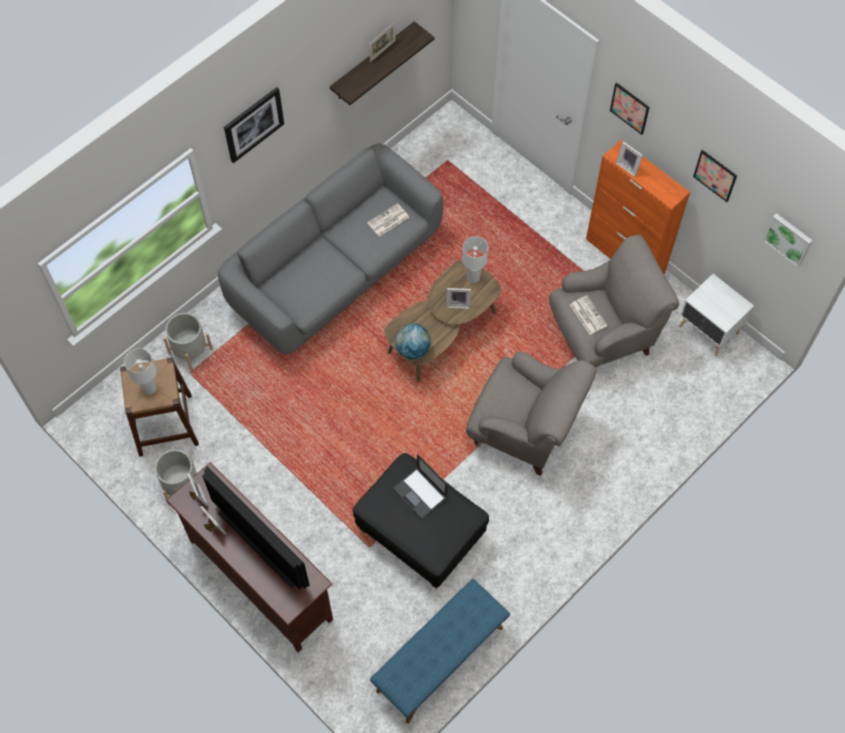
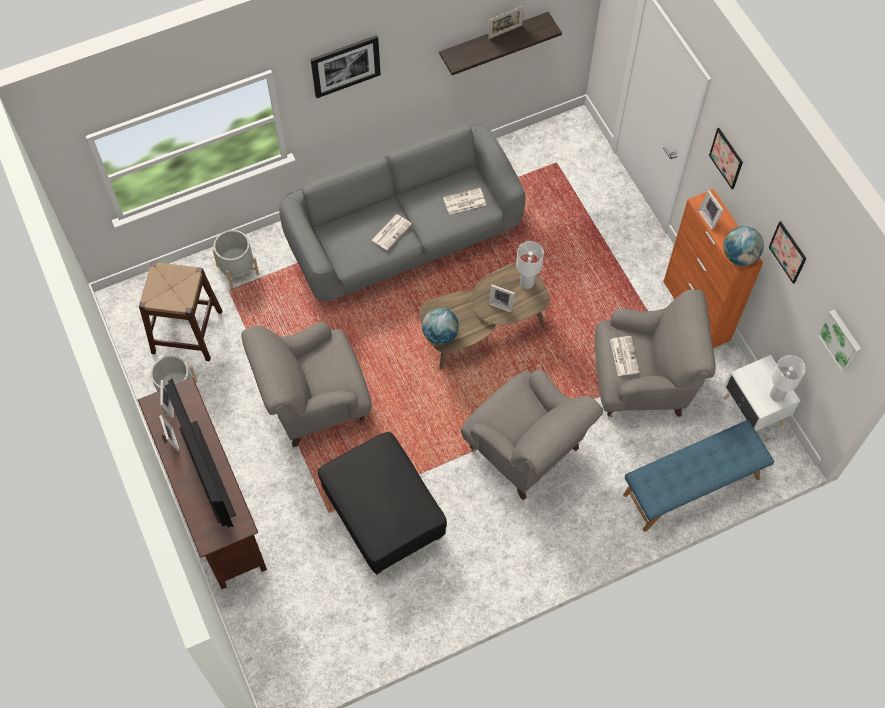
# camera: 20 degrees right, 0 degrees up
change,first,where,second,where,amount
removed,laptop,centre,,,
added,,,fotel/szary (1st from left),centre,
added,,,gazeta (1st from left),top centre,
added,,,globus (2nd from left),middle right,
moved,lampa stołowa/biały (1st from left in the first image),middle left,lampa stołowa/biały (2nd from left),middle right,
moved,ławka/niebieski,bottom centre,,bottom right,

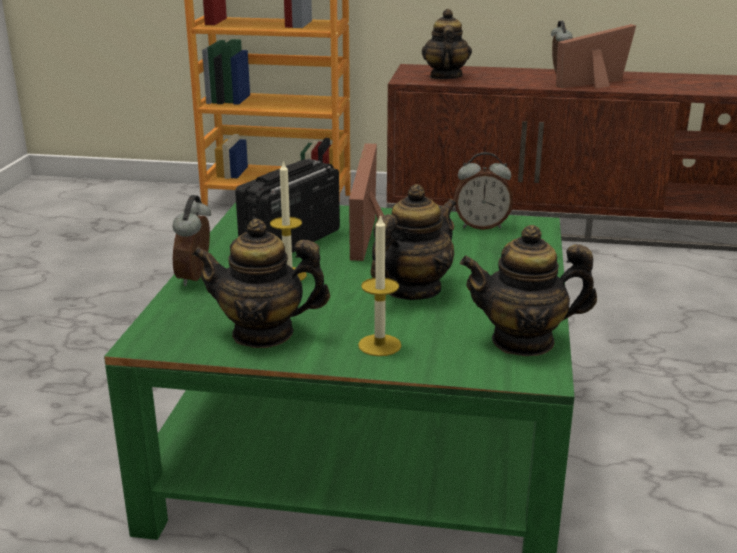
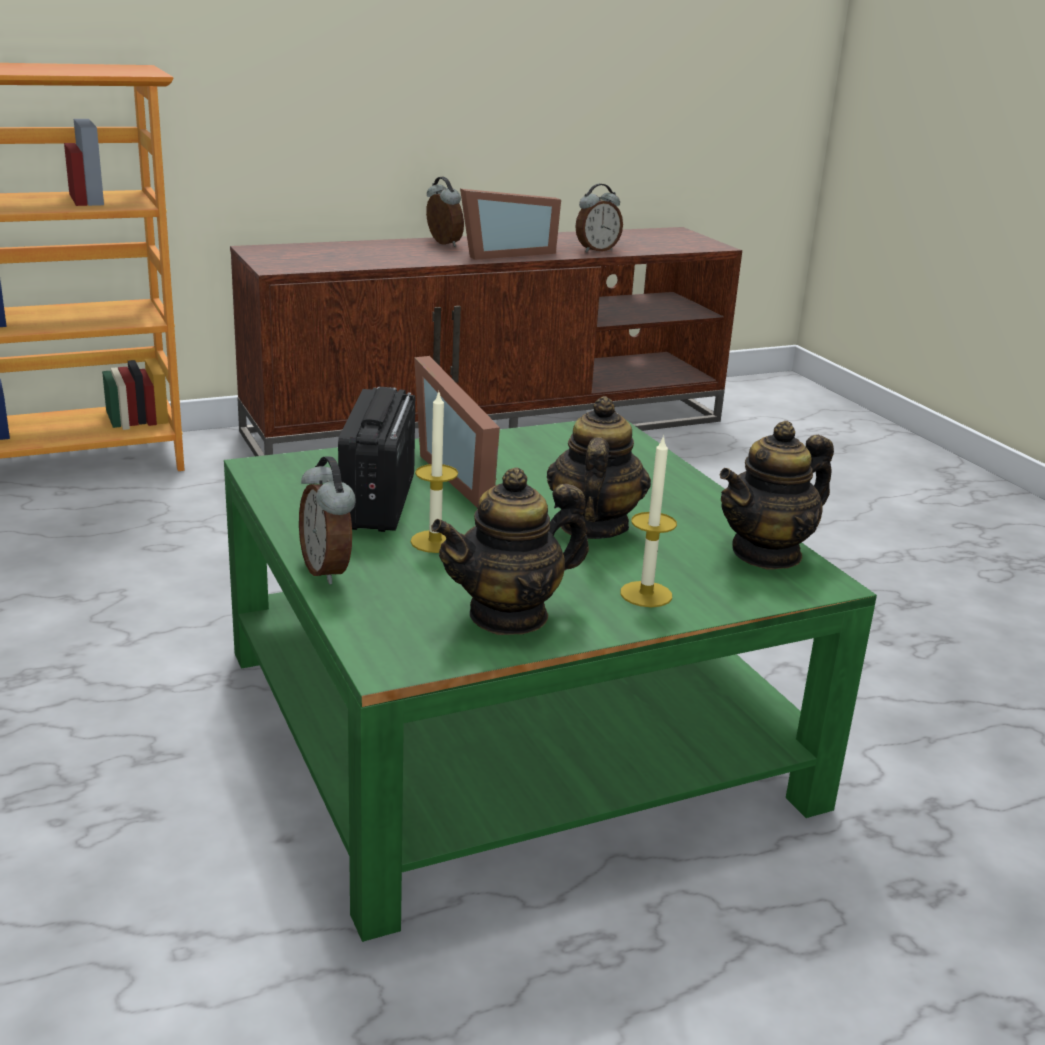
# camera: 35 degrees left, 0 degrees up
change,first,where,second,where,amount
removed,imbryk (3rd from left),top centre,,,
moved,budzik (2nd from left in the first image),centre,budzik (3rd from left),top centre,
turned,ramka na zdjęcie (2nd from left),top right,,top centre,150 degrees counterclockwise

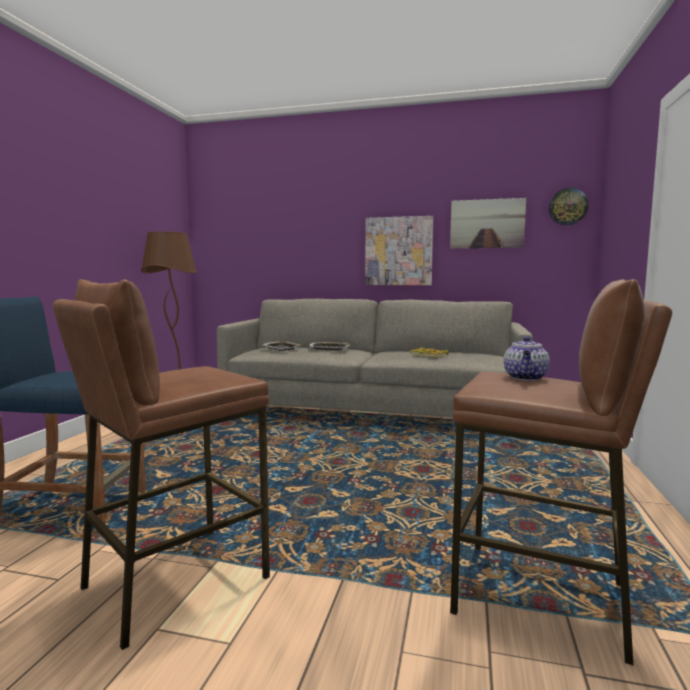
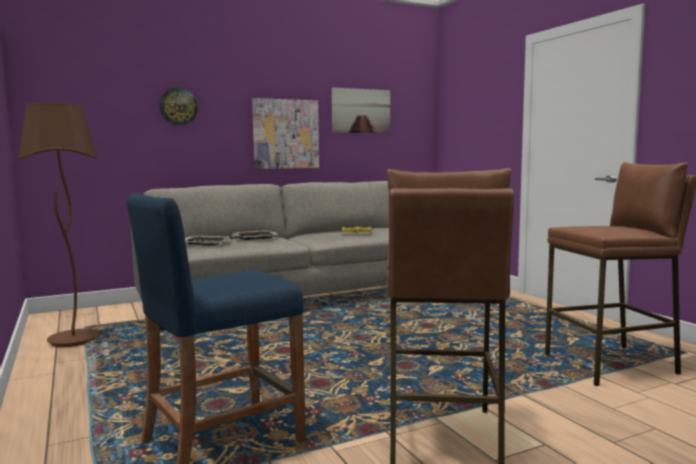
# camera: 40 degrees left, 0 degrees up
change,first,where,second,where,amount
removed,imbryk,middle right,,,
moved,zegar ścienny,top right,,top left,

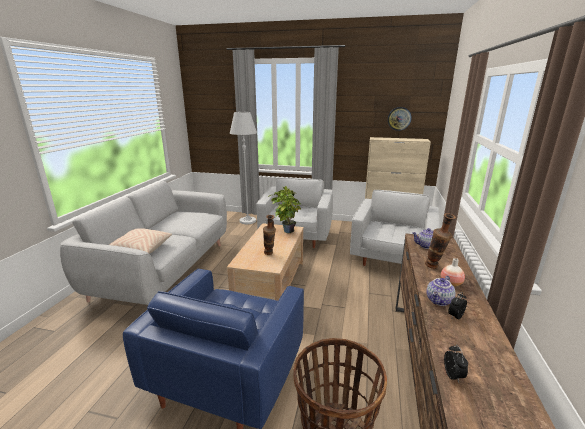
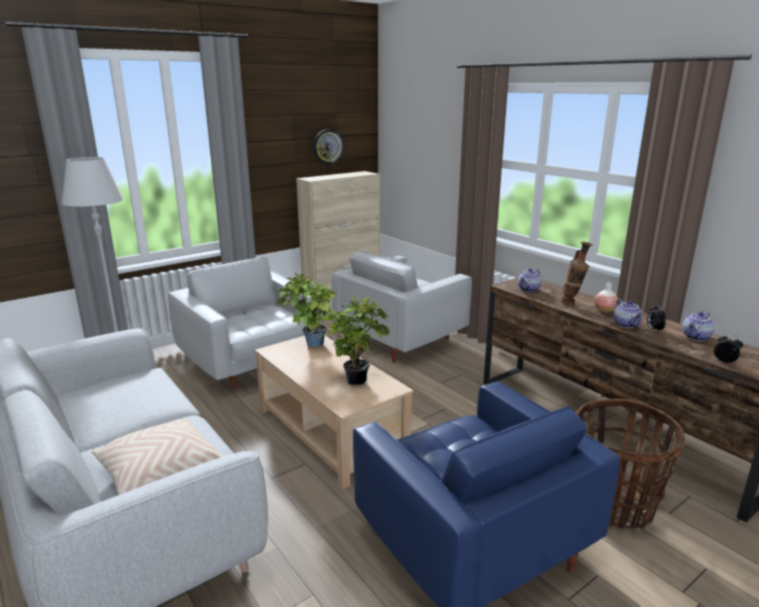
# camera: 50 degrees left, 0 degrees up
change,first,where,second,where,amount
added,,,imbryk (3rd from left),middle right,
replaced,wazon (1st from left),centre,roślina doniczkowa (2nd from left),centre,
turned,fotel/biały (2nd from left),middle right,,centre,105 degrees counterclockwise

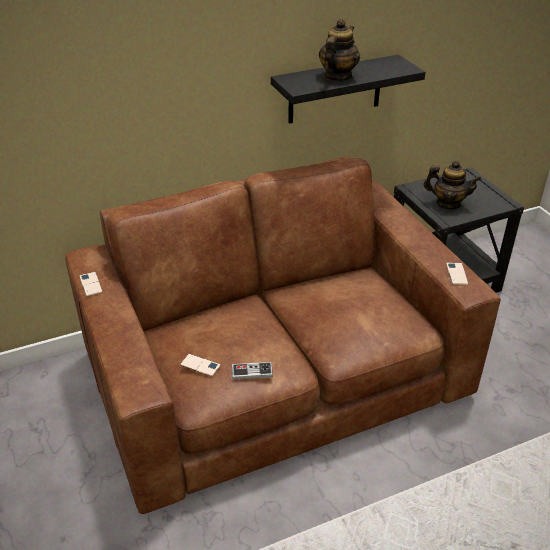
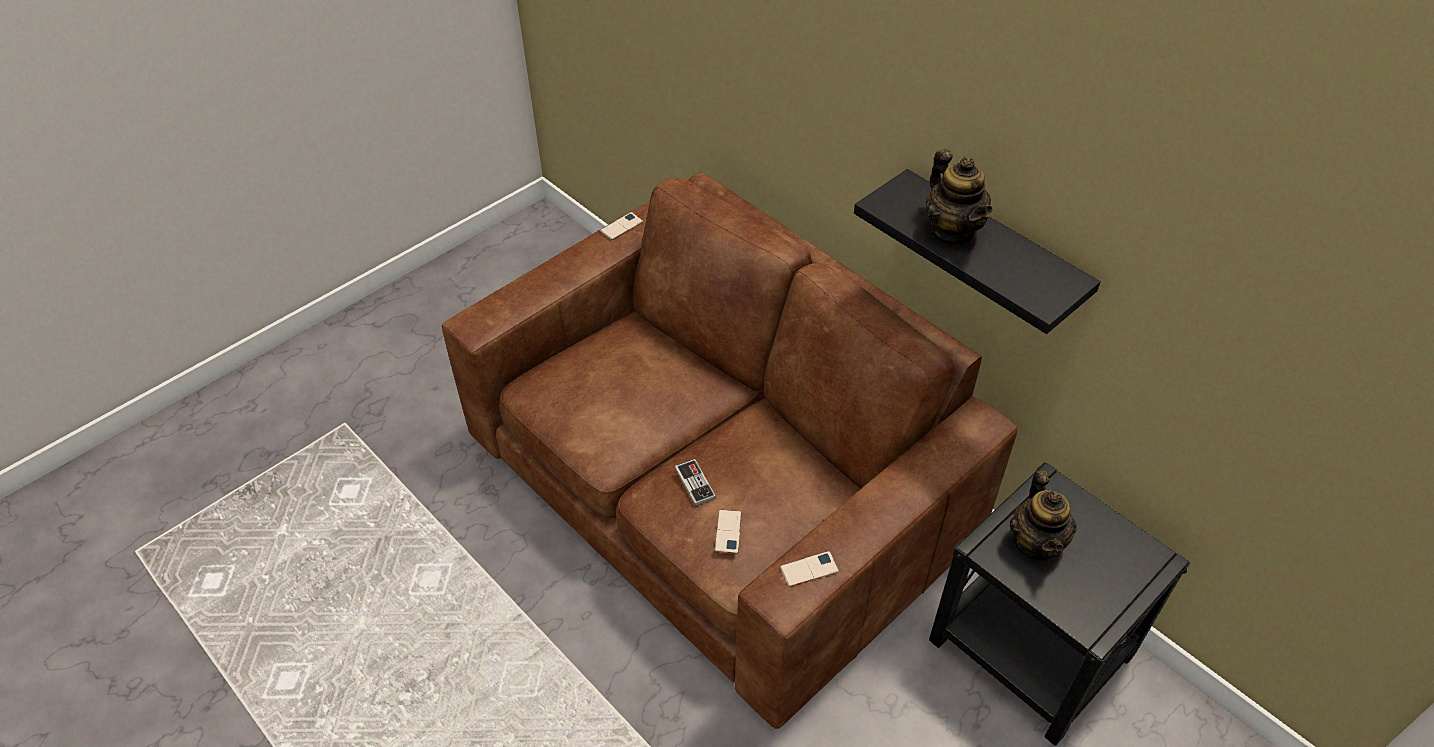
# camera: 70 degrees right, 10 degrees up
change,first,where,second,where,amount
moved,telefon (2nd from left),centre,,bottom centre,
moved,pad do gier,bottom centre,,centre,
turned,imbryk (1st from left),top centre,,top right,60 degrees clockwise

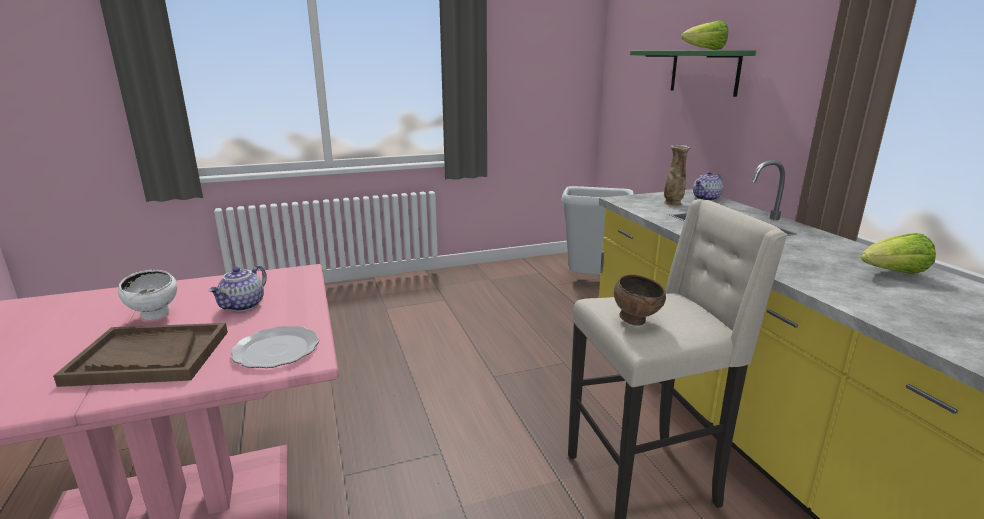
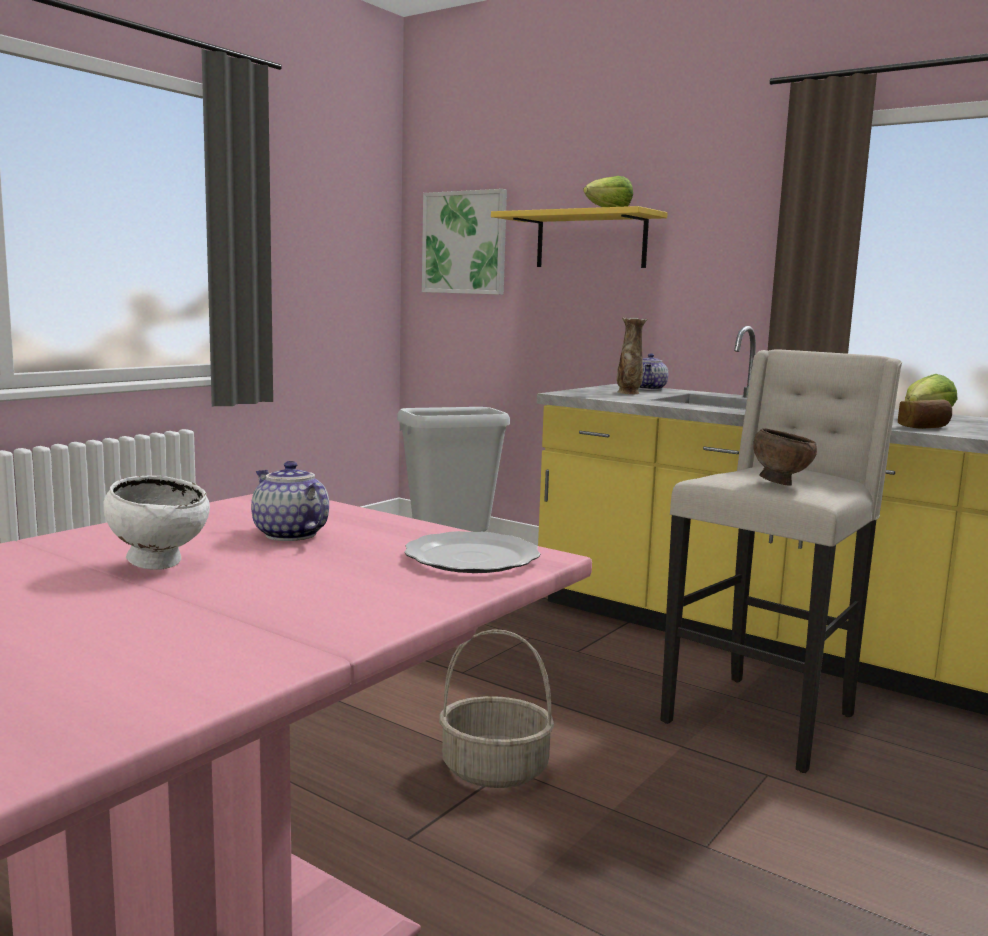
# camera: 35 degrees left, 10 degrees down
change,first,where,second,where,amount
removed,taca/brązowy,bottom left,,,
added,,,obraz,top centre,
added,,,koszyk,bottom centre,
added,,,chleb,middle right,
recoloured,półka/zielony,top right,półka/żółty,top centre,
turned,imbryk (1st from left),middle left,,middle left,150 degrees clockwise

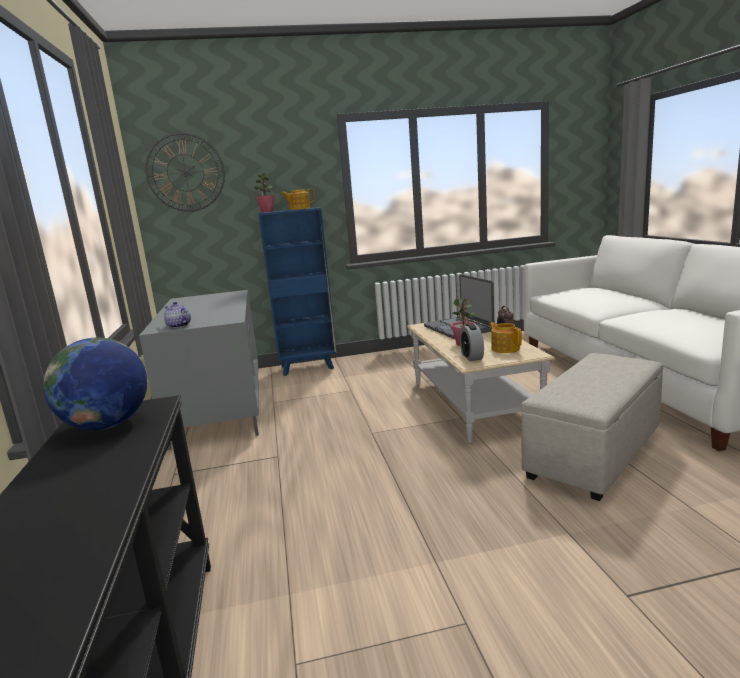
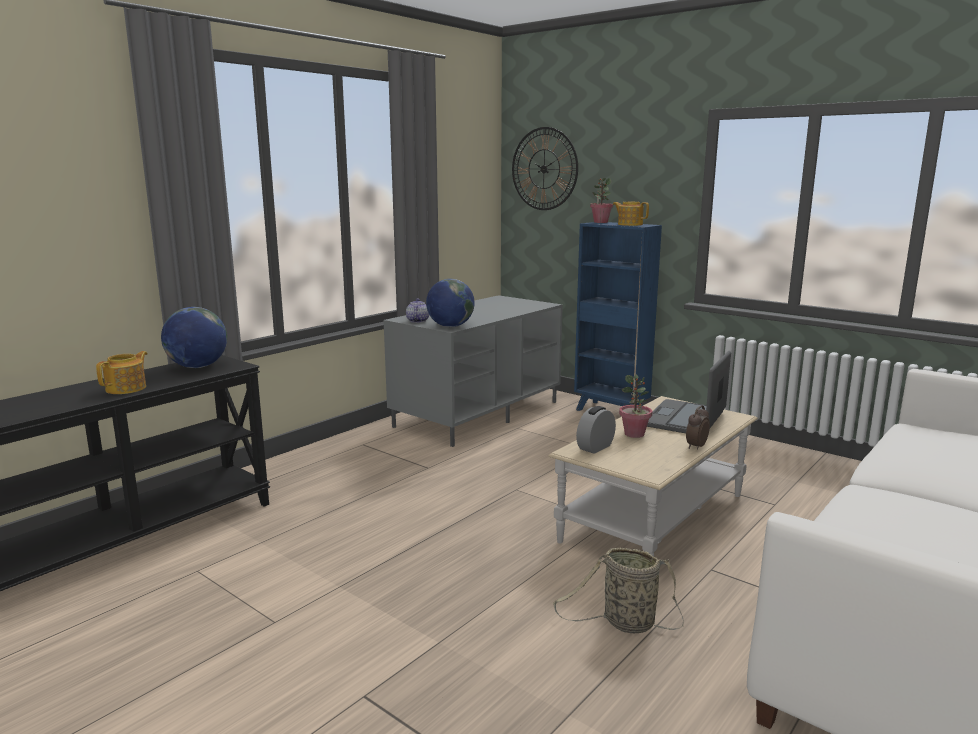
# camera: 50 degrees right, 0 degrees up
change,first,where,second,where,amount
added,,,globus (2nd from left),centre,
moved,imbryk (3rd from left in the first image),middle right,imbryk (1st from left),middle left,
replaced,pufa/beżowy,middle right,koszyk,bottom centre,

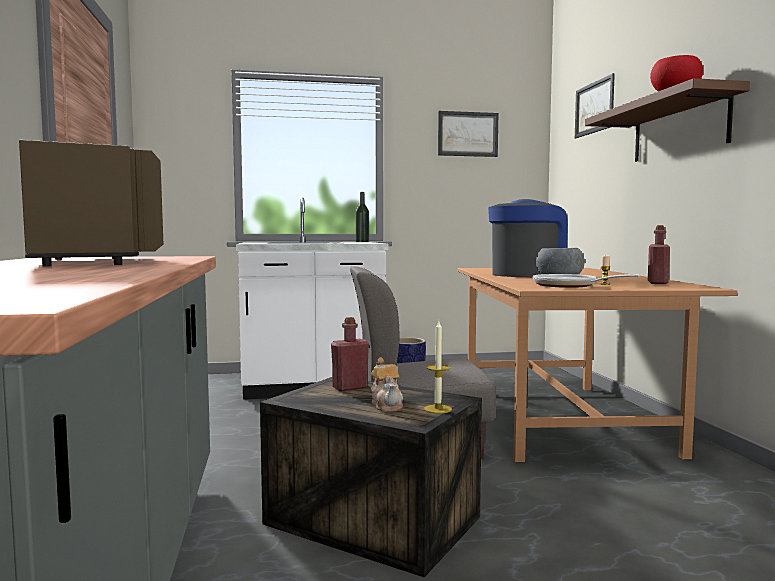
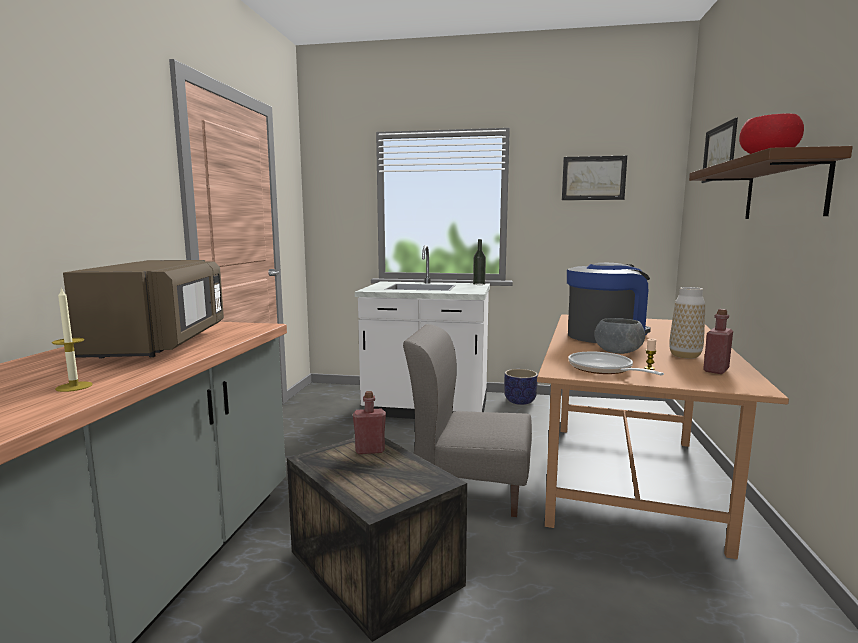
# camera: 20 degrees right, 5 degrees up
change,first,where,second,where,amount
removed,imbryk,centre,,,
added,,,wazon,middle right,
moved,świeca (1st from left),centre,,middle left,

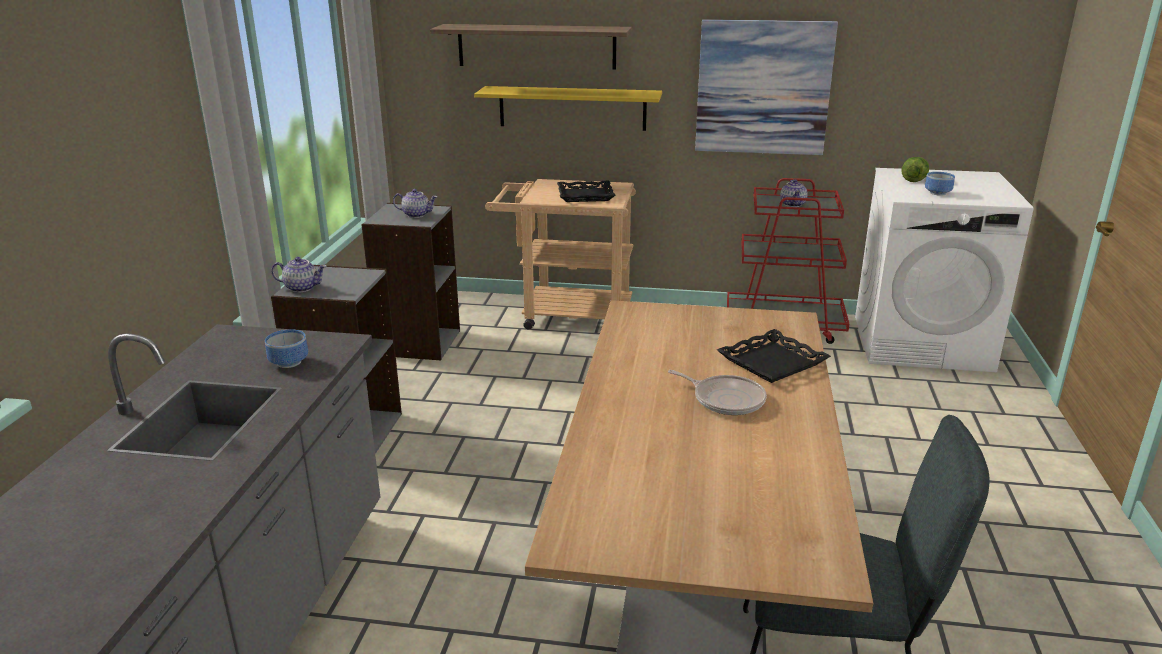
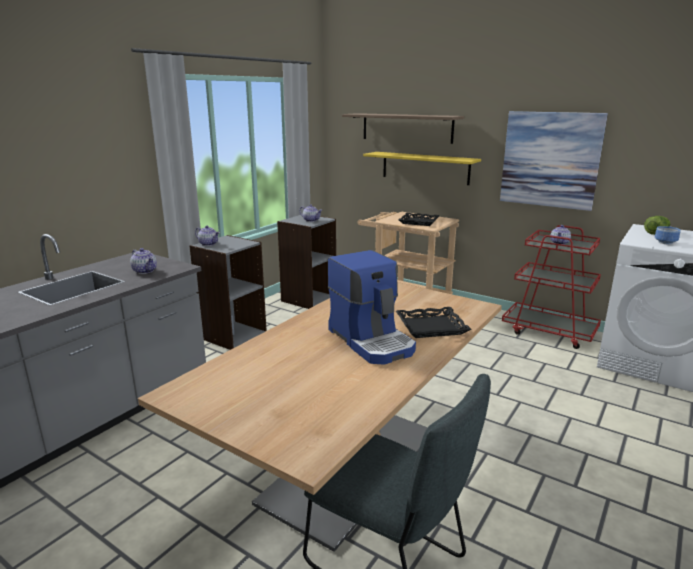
# camera: 25 degrees right, 5 degrees down
change,first,where,second,where,amount
replaced,miska (1st from left),middle left,imbryk (1st from left),middle left,
replaced,patelnia,centre,ekspres do kawy,centre,

